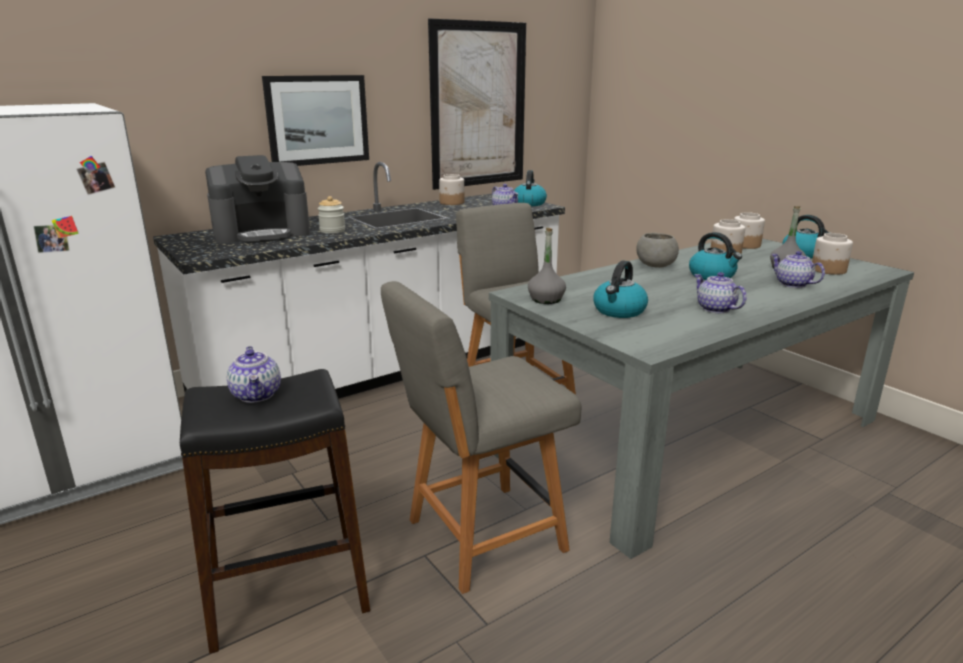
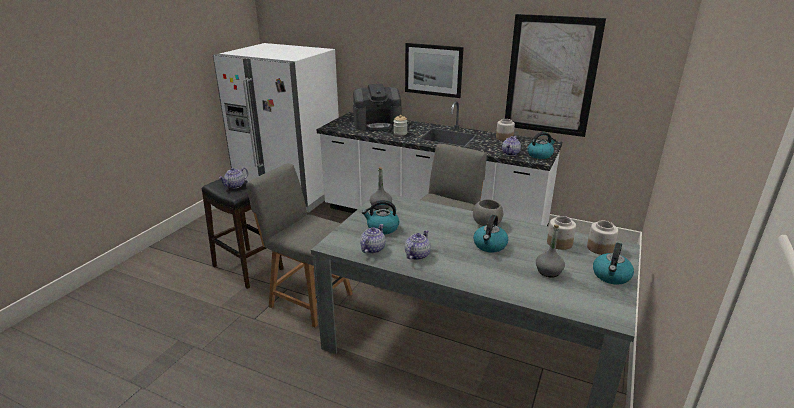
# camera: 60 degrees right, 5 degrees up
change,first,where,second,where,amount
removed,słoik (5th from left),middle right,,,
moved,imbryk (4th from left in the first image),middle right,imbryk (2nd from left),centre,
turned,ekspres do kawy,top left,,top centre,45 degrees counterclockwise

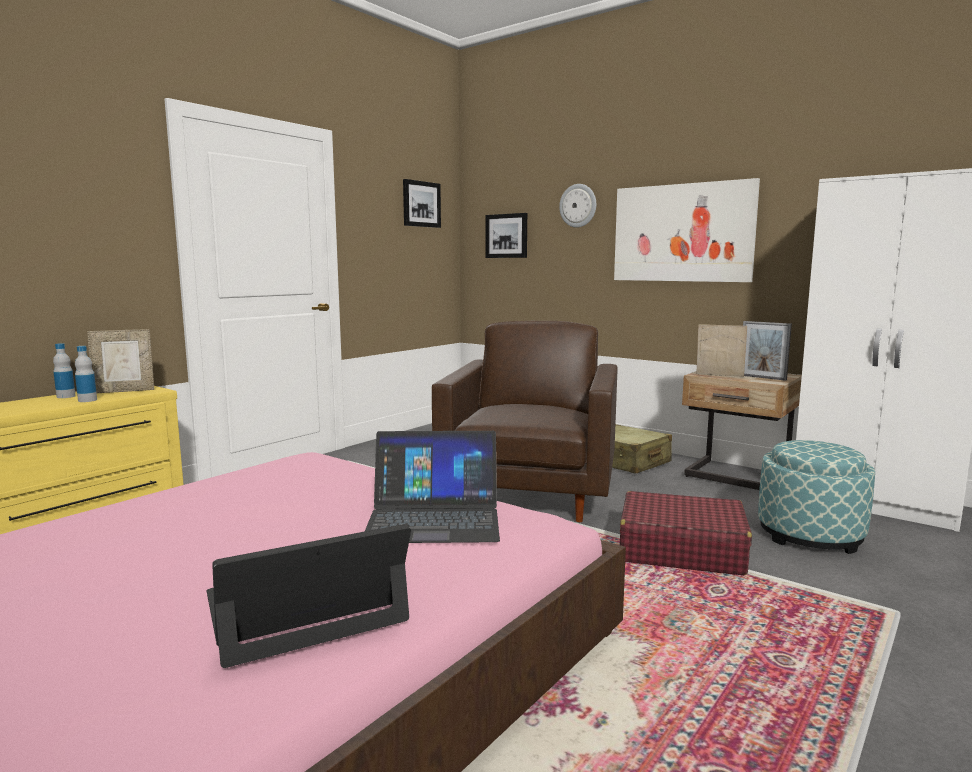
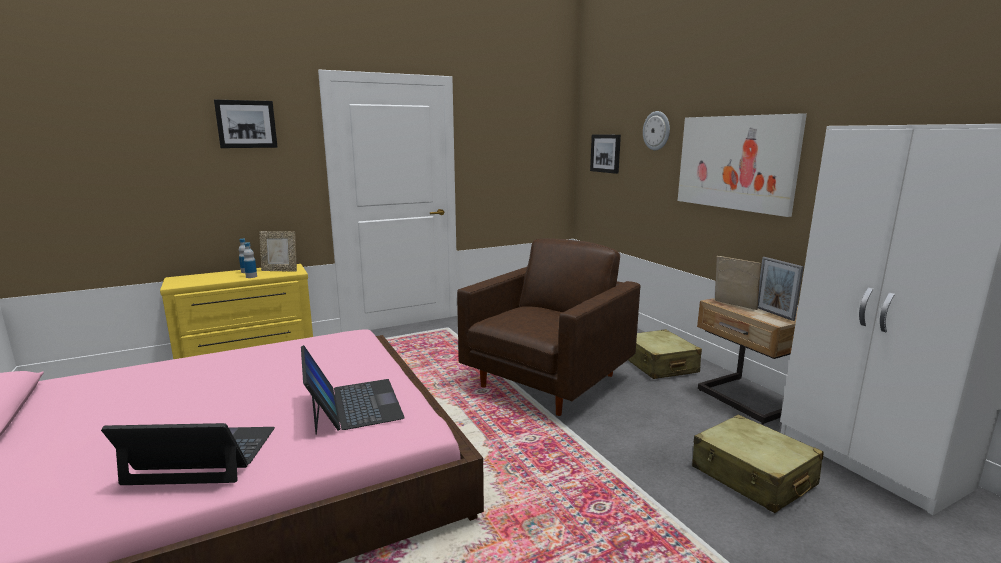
# camera: 25 degrees right, 5 degrees up
change,first,where,second,where,amount
removed,walizka/czerwony,bottom right,,,
moved,obraz (1st from left),top centre,,top left,
replaced,pufa,middle right,walizka/beżowy (2nd from left),bottom right,
turned,laptop (2nd from left),centre,,bottom centre,135 degrees counterclockwise

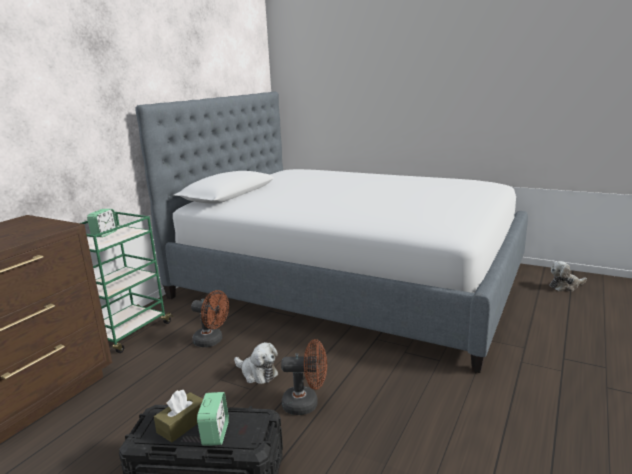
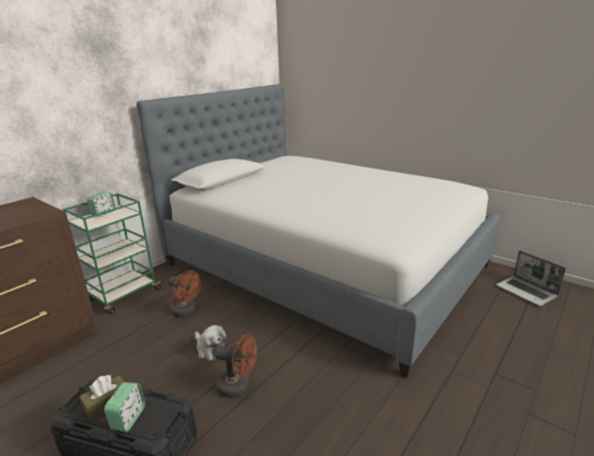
# camera: 10 degrees right, 5 degrees up
change,first,where,second,where,amount
replaced,pluszak (2nd from left),middle right,laptop,middle right,

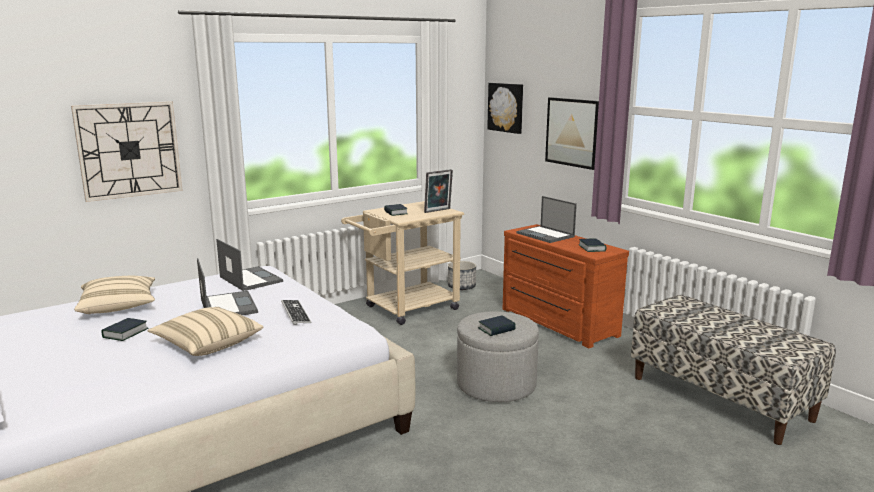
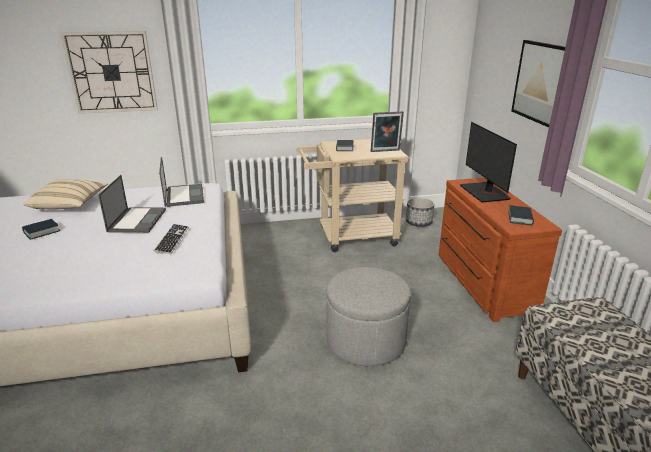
# camera: 25 degrees right, 10 degrees up
change,first,where,second,where,amount
removed,poduszka/beżowy (2nd from left),bottom left,,,
removed,książka (3rd from left),centre,,,
removed,obraz (1st from left),top centre,,,
replaced,laptop (3rd from left),centre,monitor,middle right,

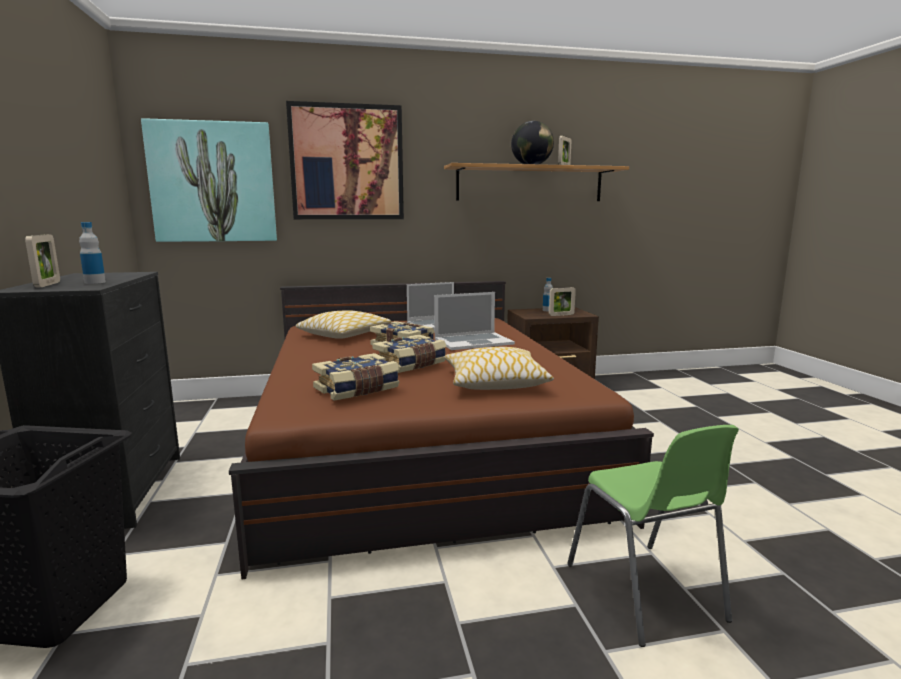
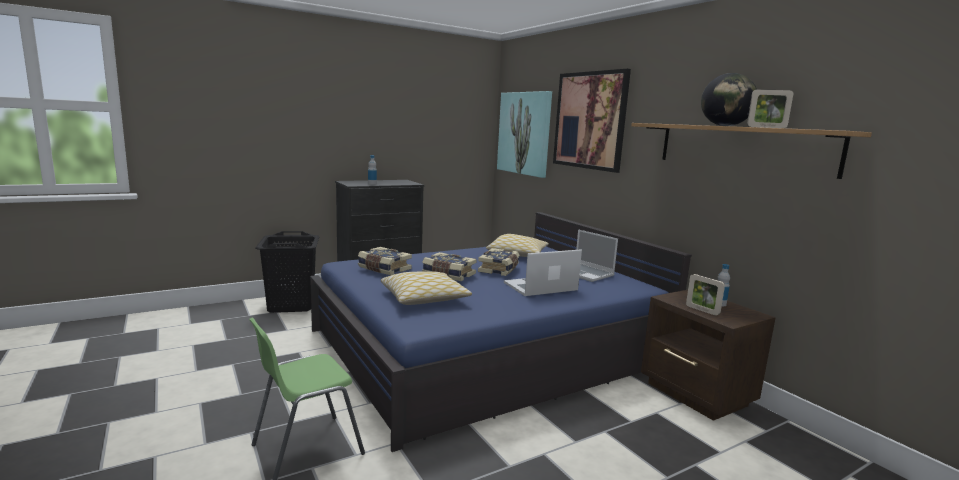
# camera: 70 degrees right, 0 degrees up
change,first,where,second,where,amount
removed,ramka na zdjęcie (1st from left),middle left,,,
recoloured,łóżko/brązowy,centre,łóżko/niebieski,bottom centre,
turned,laptop (2nd from left in the first image),centre,laptop (1st from left),centre,105 degrees clockwise

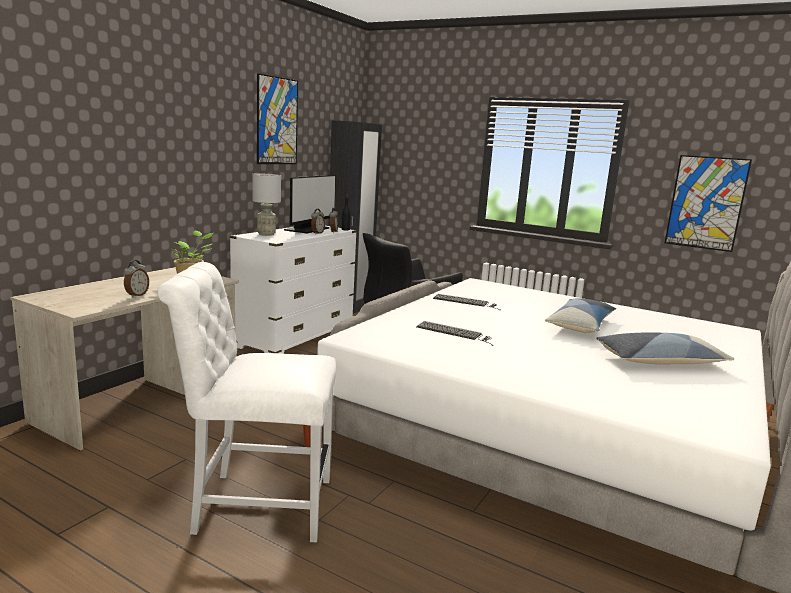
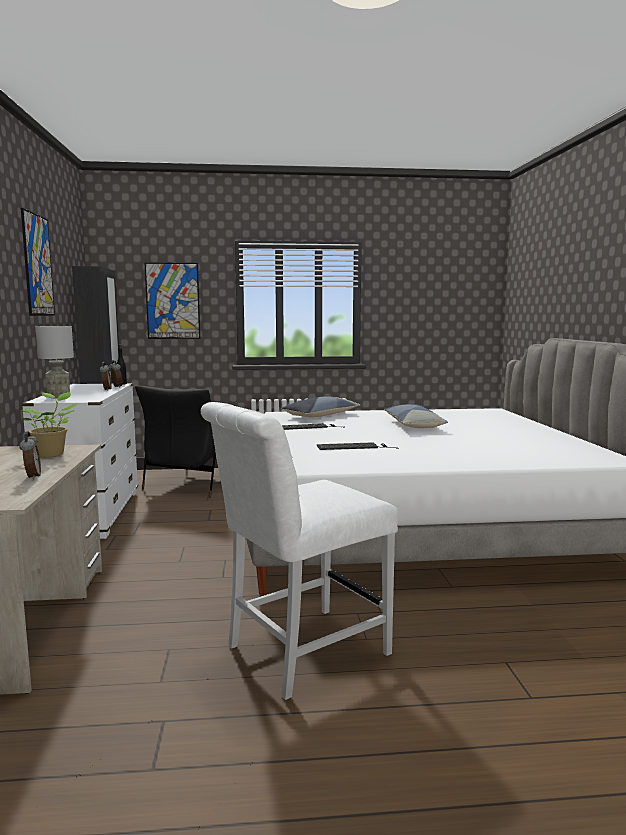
# camera: 35 degrees left, 5 degrees down
change,first,where,second,where,amount
removed,monitor,centre,,,
moved,poduszka (2nd from left in the first image),middle right,poduszka (1st from left),centre,
moved,obraz (2nd from left),middle right,,middle left,

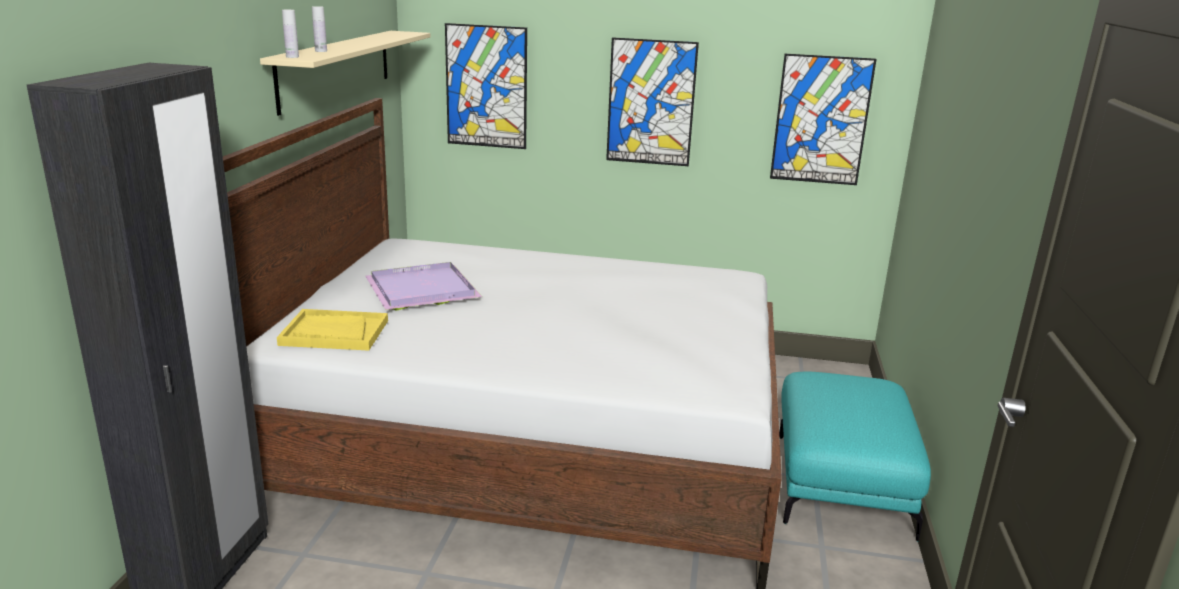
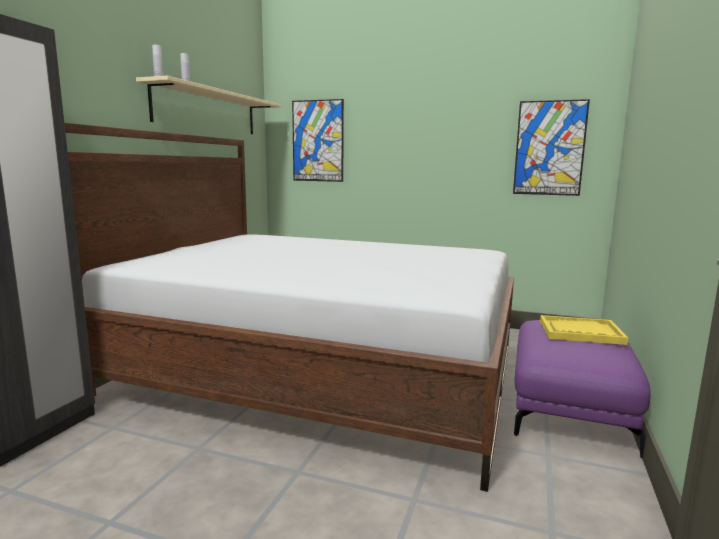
# camera: 10 degrees right, 10 degrees down
change,first,where,second,where,amount
removed,taca/fioletowy,centre,,,
removed,obraz (2nd from left),top centre,,,
moved,taca/żółty,middle left,,middle right,
recoloured,pufa/turkusowy,bottom right,pufa/fioletowy,bottom right,

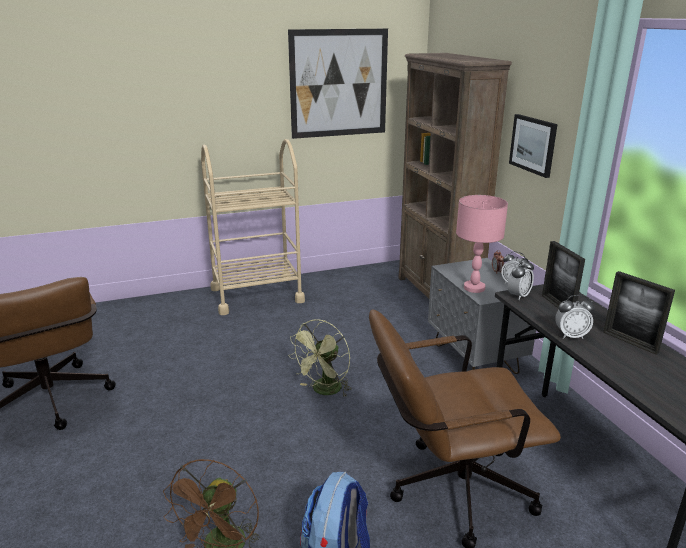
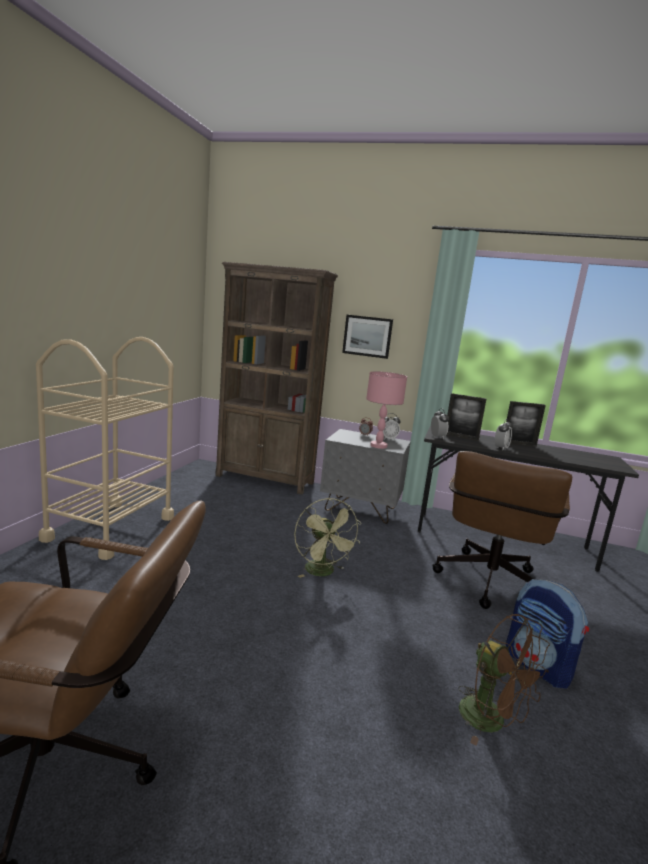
# camera: 55 degrees left, 10 degrees down
change,first,where,second,where,amount
removed,obraz (1st from left),top centre,,,

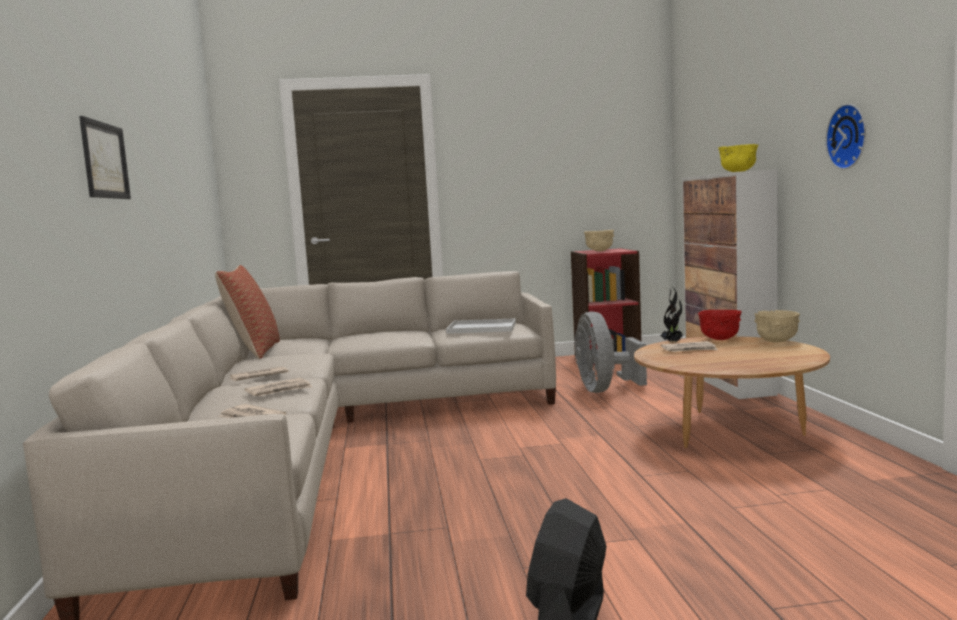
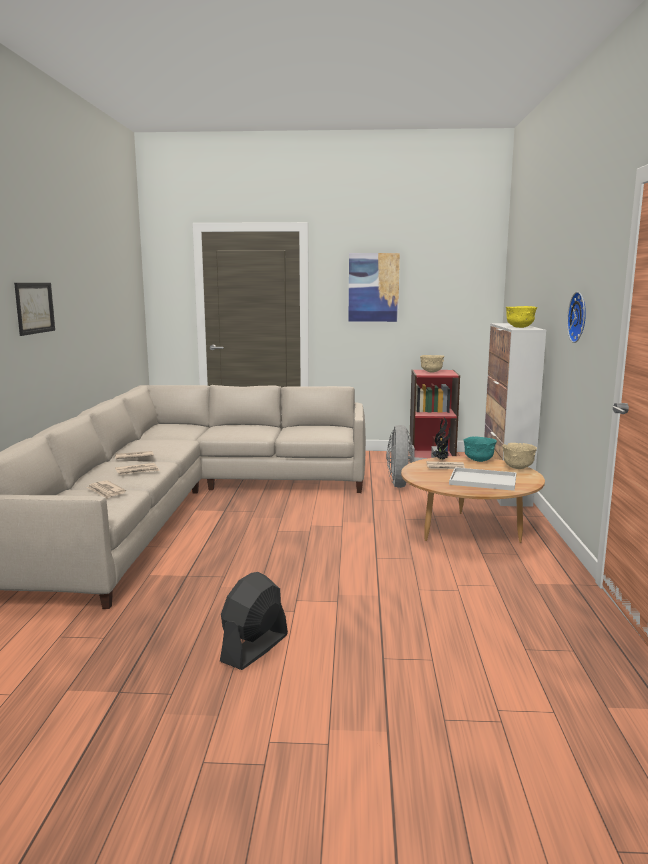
# camera: 10 degrees right, 5 degrees up
change,first,where,second,where,amount
removed,poduszka,middle left,,,
added,,,obraz (2nd from left),top centre,
moved,taca/biały,centre,,middle right,
recoloured,miska/czerwony,middle right,miska/turkusowy,middle right,

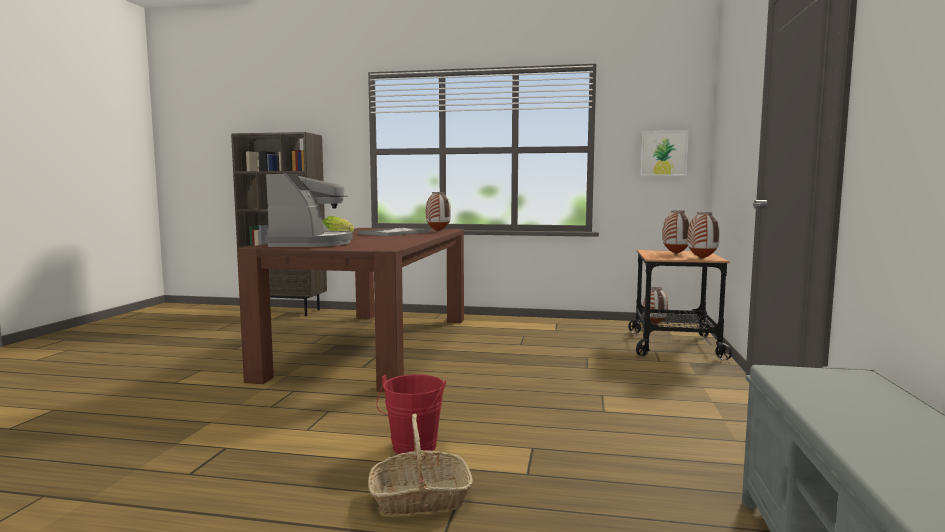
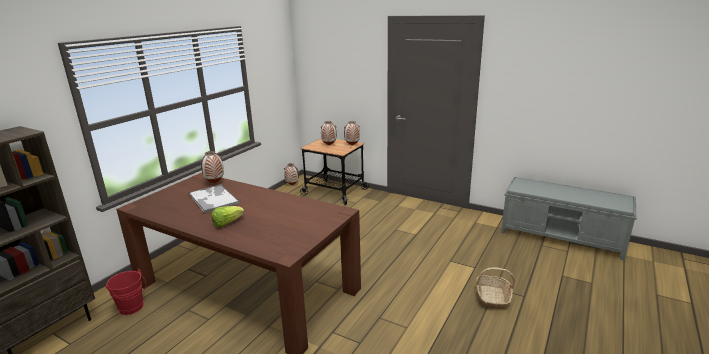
# camera: 70 degrees left, 15 degrees up
change,first,where,second,where,amount
removed,ekspres do kawy,middle left,,,
removed,obraz,top right,,,
moved,wiadro/czerwony,bottom centre,,bottom left,

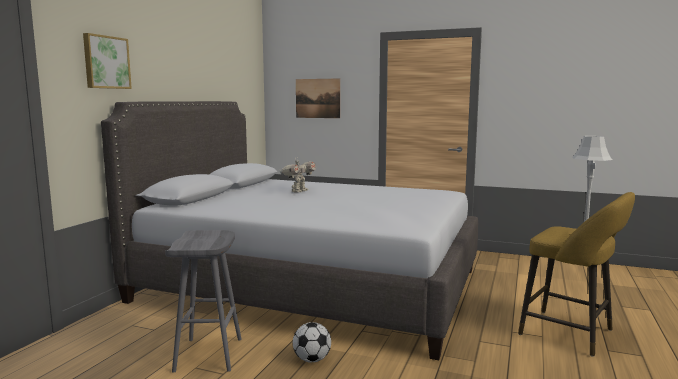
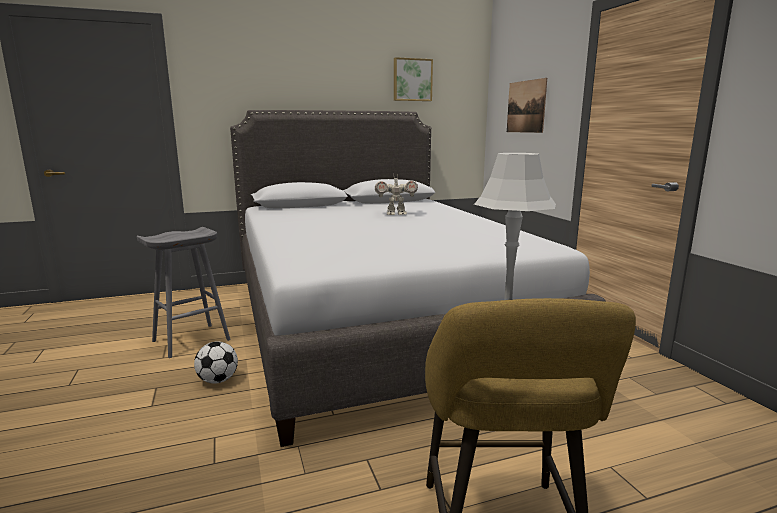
# camera: 50 degrees right, 5 degrees up
change,first,where,second,where,amount
moved,obraz (1st from left),top left,,top centre,

